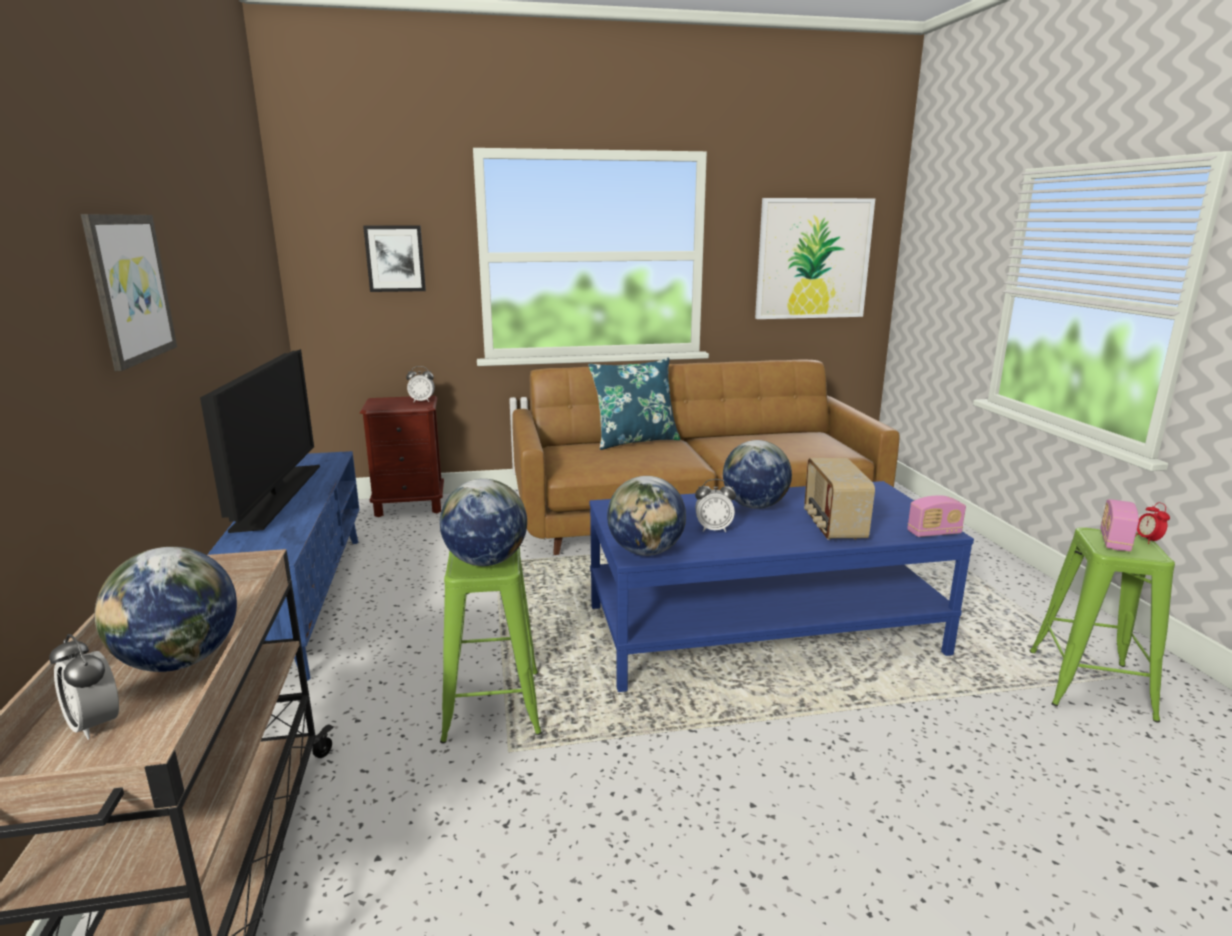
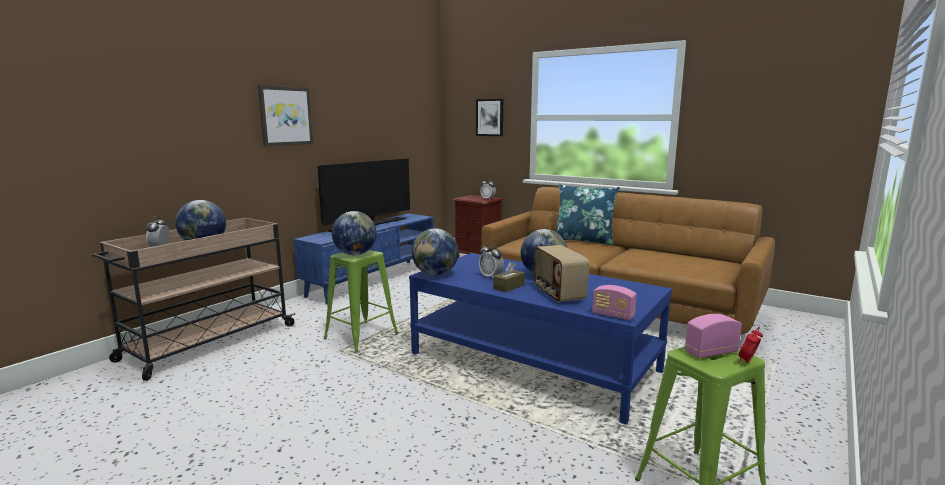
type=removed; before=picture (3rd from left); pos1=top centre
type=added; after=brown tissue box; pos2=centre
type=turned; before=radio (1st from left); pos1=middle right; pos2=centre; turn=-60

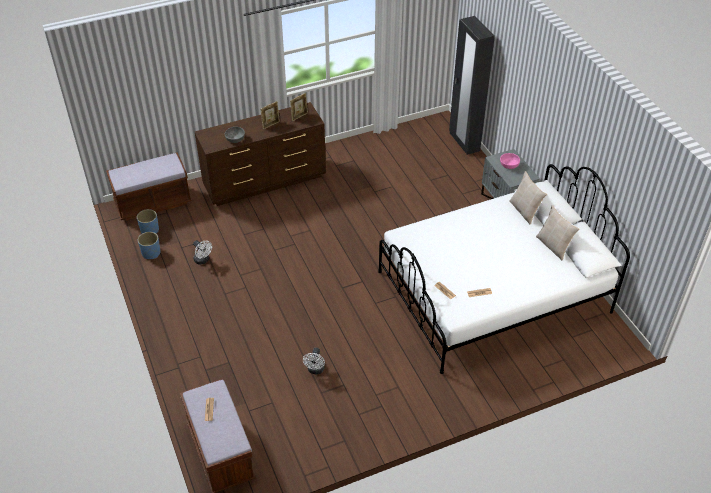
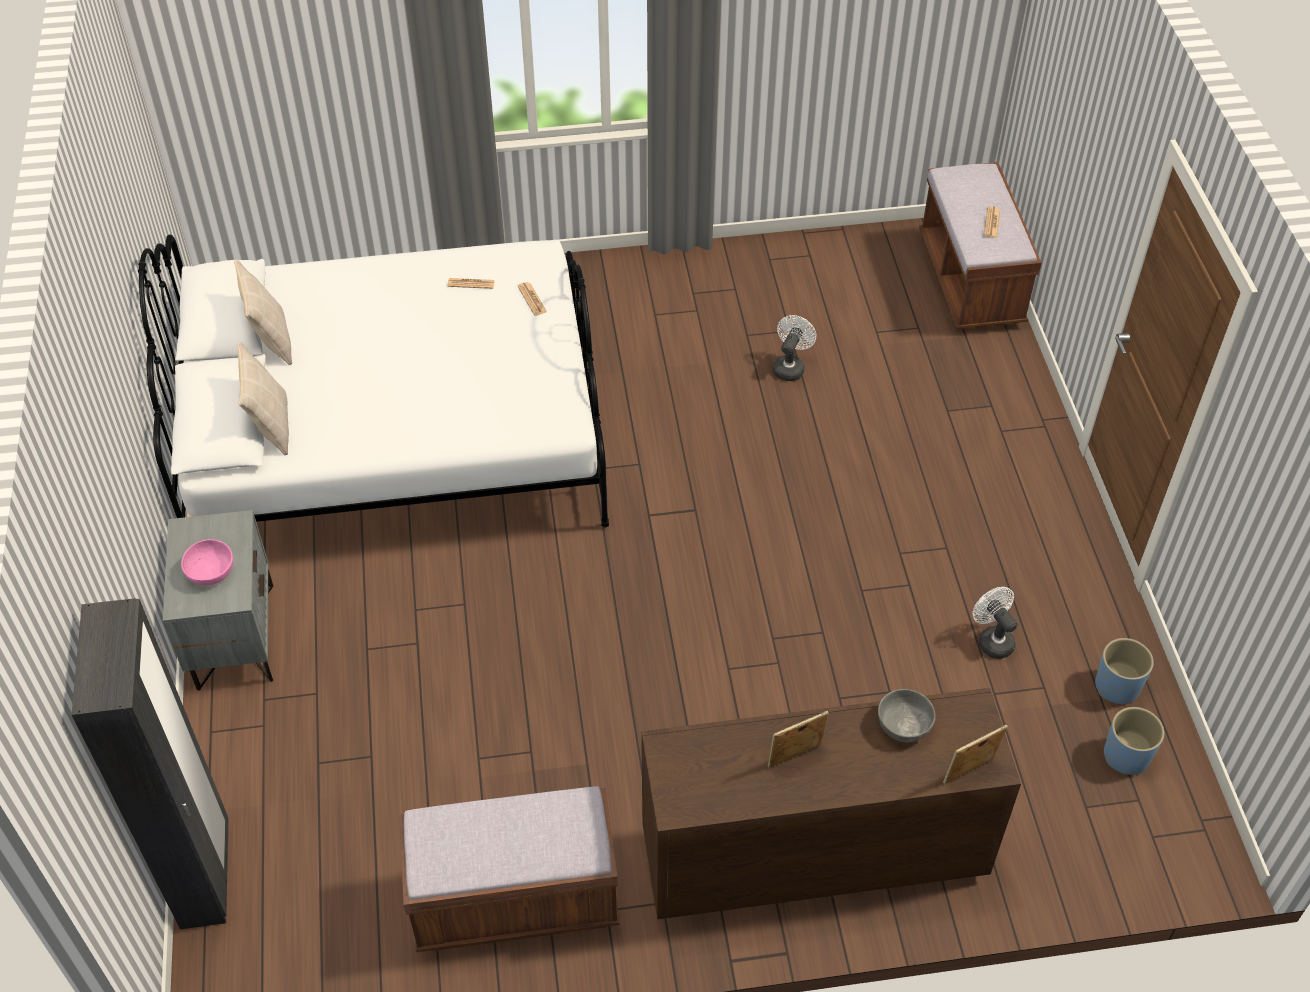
type=moved; before=brown bench (1st from left); pos1=middle left; pos2=bottom centre
type=moved; before=picture frame (2nd from left); pos1=top centre; pos2=bottom right

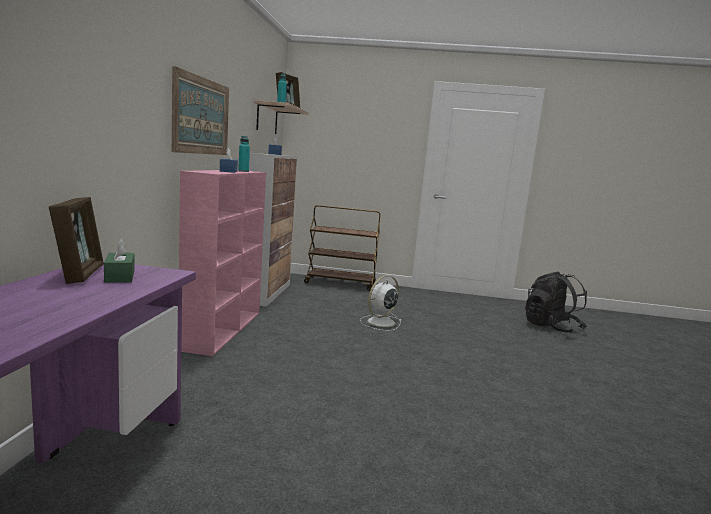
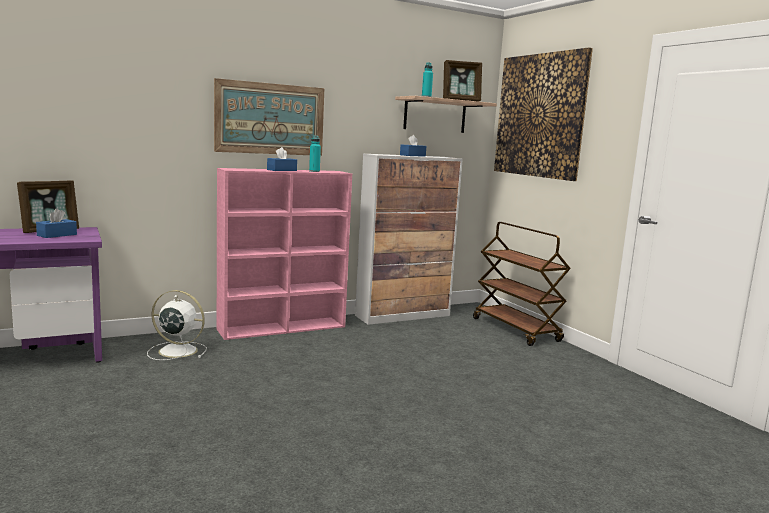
type=removed; before=black backpack; pos1=middle right
type=added; after=picture (2nd from left); pos2=top right
type=moved; before=white fan; pos1=centre; pos2=middle left
type=recoloured; before=green tissue box; after=blue tissue box (1st from left); pos1=middle left; pos2=middle left

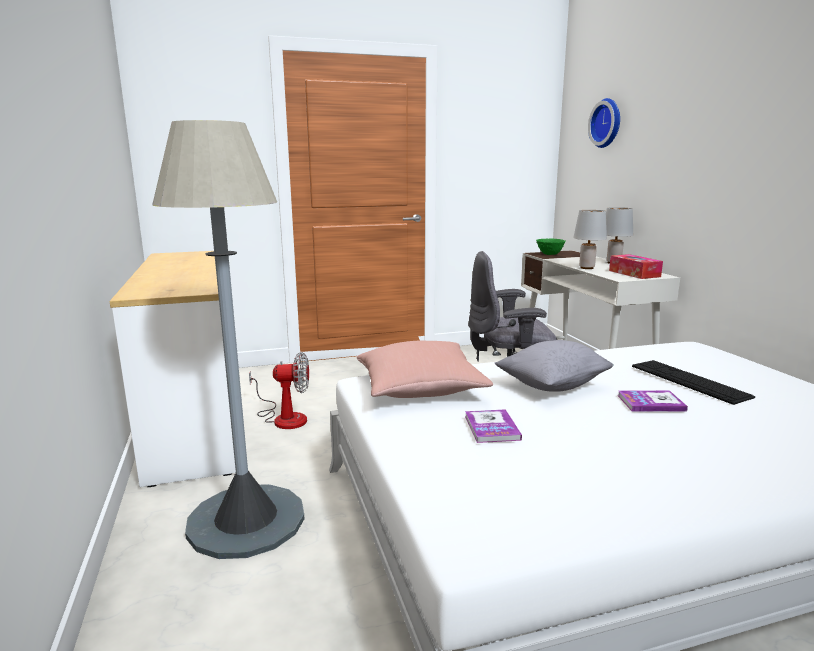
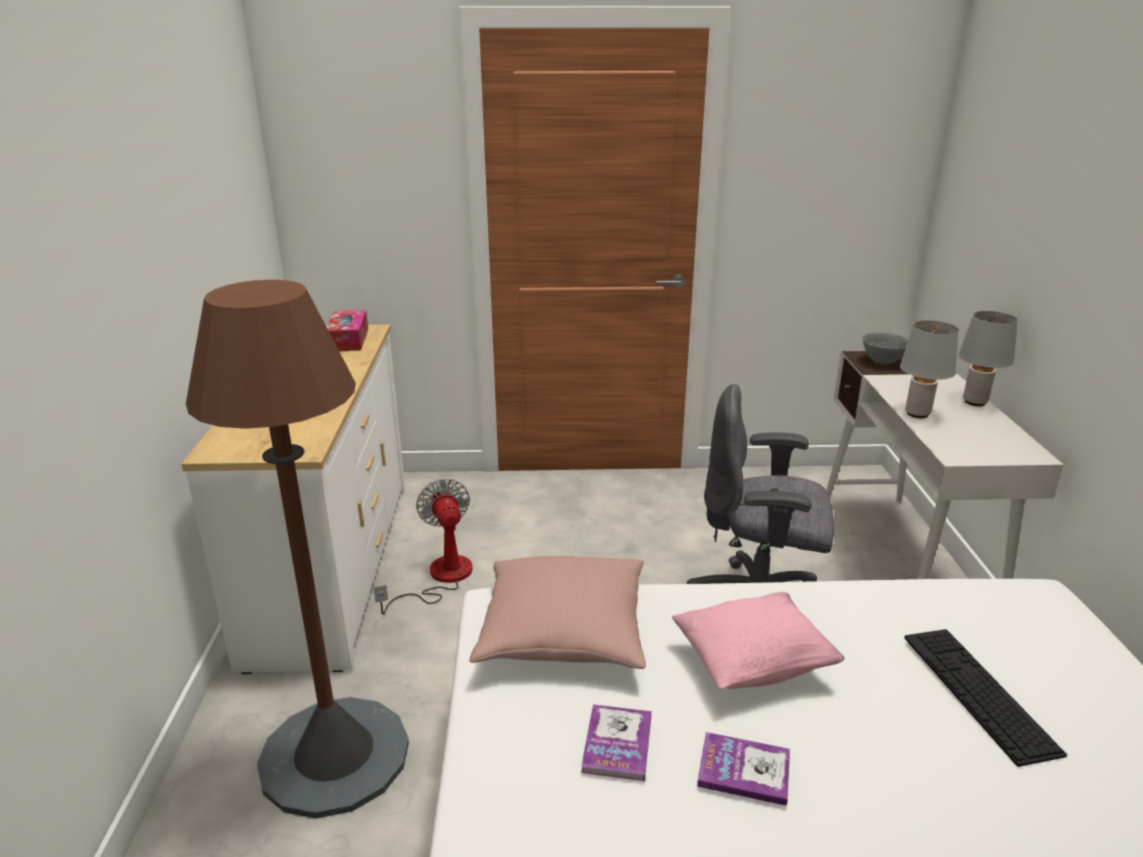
type=removed; before=wall clock; pos1=top right
type=moved; before=tissue box; pos1=middle right; pos2=middle left
type=moved; before=book (2nd from left); pos1=middle right; pos2=bottom centre
type=recoloured; before=grey floor lamp; after=brown floor lamp; pos1=middle left; pos2=middle left
type=recoloured; before=grey pillow; after=pink pillow (2nd from left); pos1=middle right; pos2=bottom centre
type=recoloured; before=green bowl; after=grey bowl; pos1=middle right; pos2=middle right
type=turned; before=fan; pos1=centre; pos2=centre; turn=-120

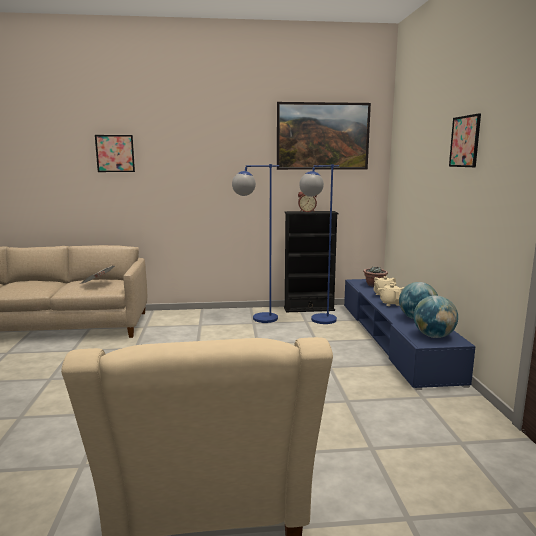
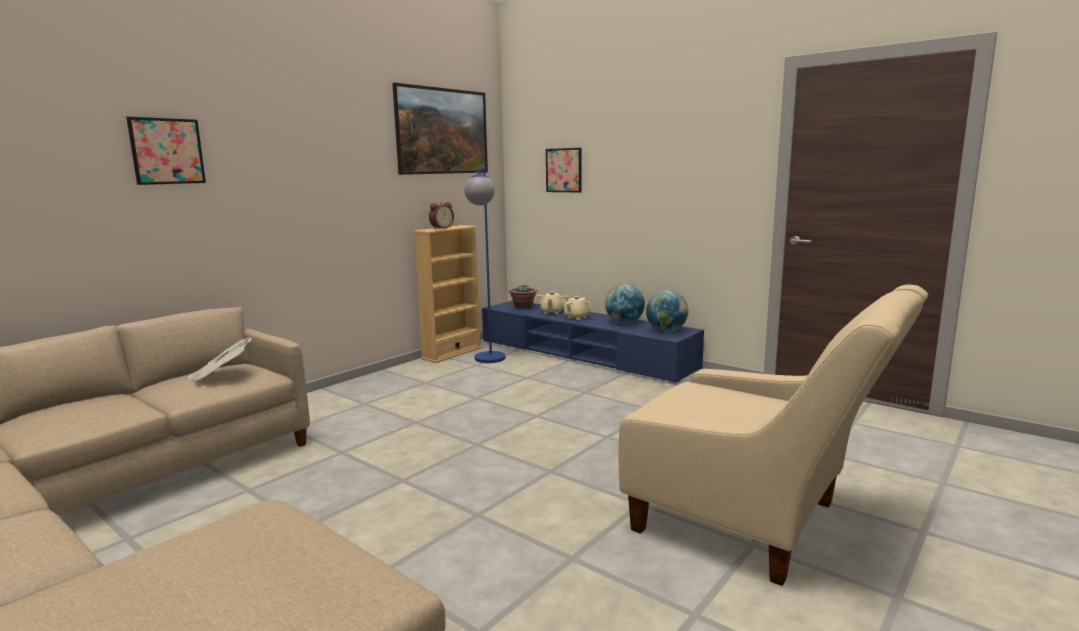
type=removed; before=blue floor lamp (1st from left); pos1=centre
type=moved; before=picture (3rd from left); pos1=top right; pos2=top centre
type=recoloured; before=black bookcase; after=beige bookcase; pos1=centre; pos2=centre

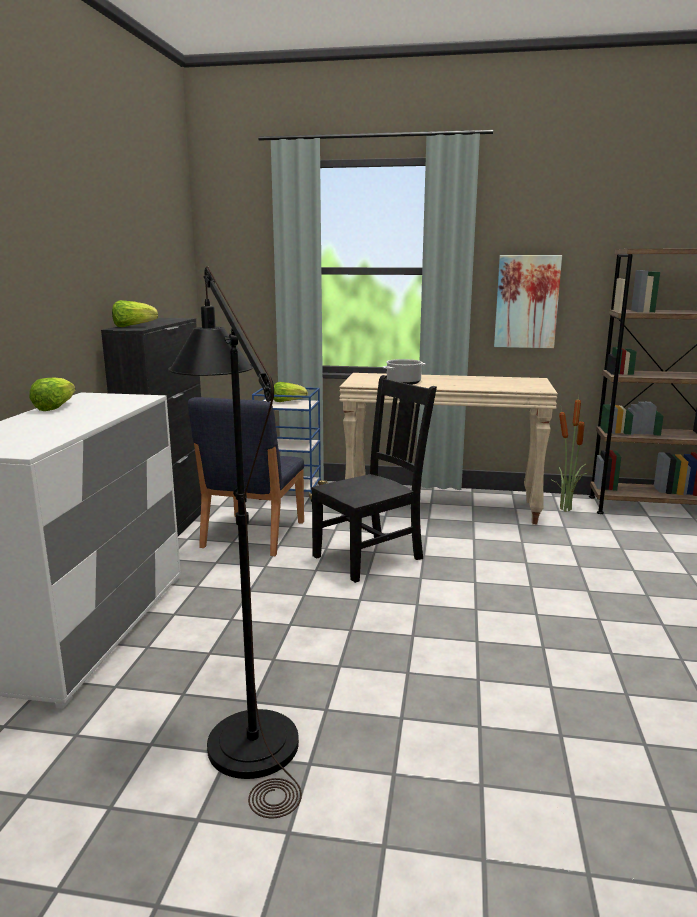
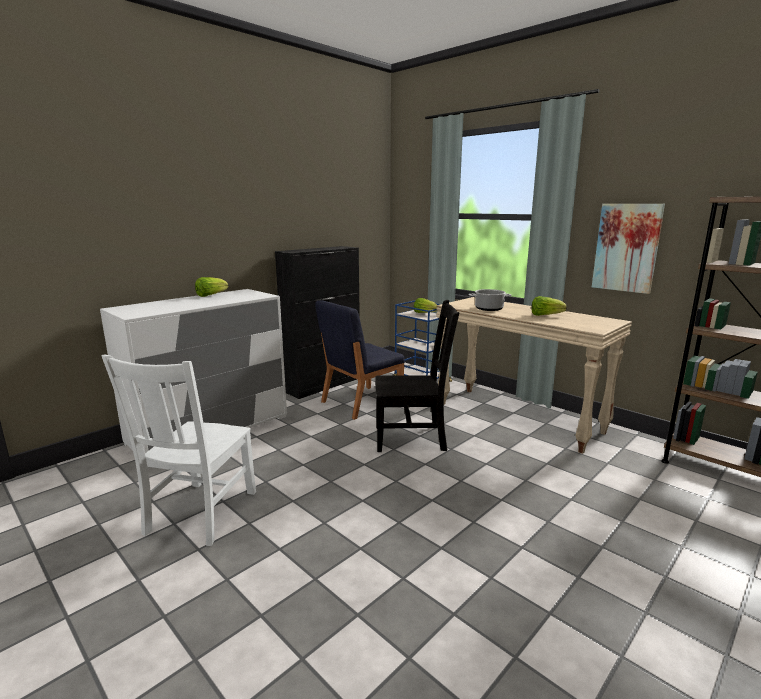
type=removed; before=potted plant; pos1=middle right
type=moved; before=lettuce (2nd from left in the first image); after=lettuce (3rd from left); pos1=middle left; pos2=middle right
type=replaced; before=black floor lamp; after=white chair; pos1=centre; pos2=middle left

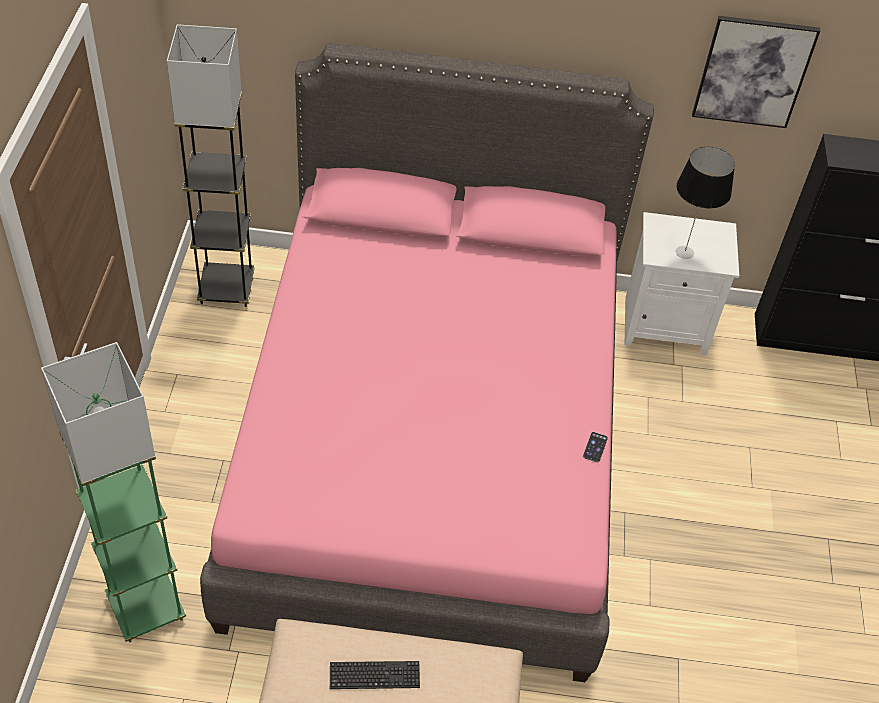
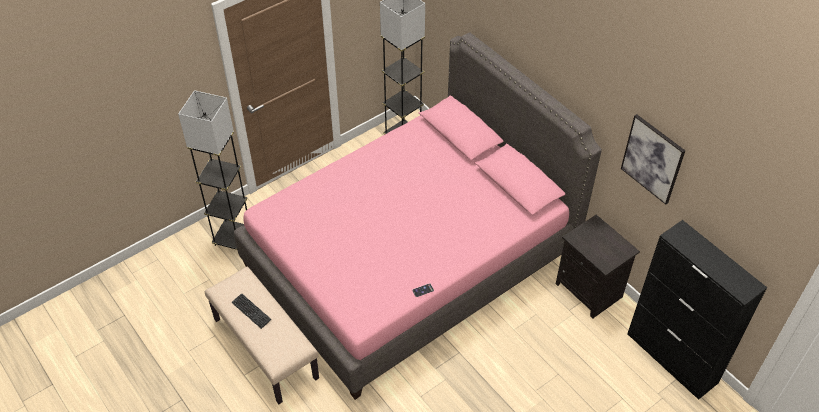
type=removed; before=table lamp; pos1=top right
type=recoloured; before=green floor lamp; after=grey floor lamp (1st from left); pos1=bottom left; pos2=middle left
type=recoloured; before=white nightstand; after=black nightstand; pos1=middle right; pos2=middle right

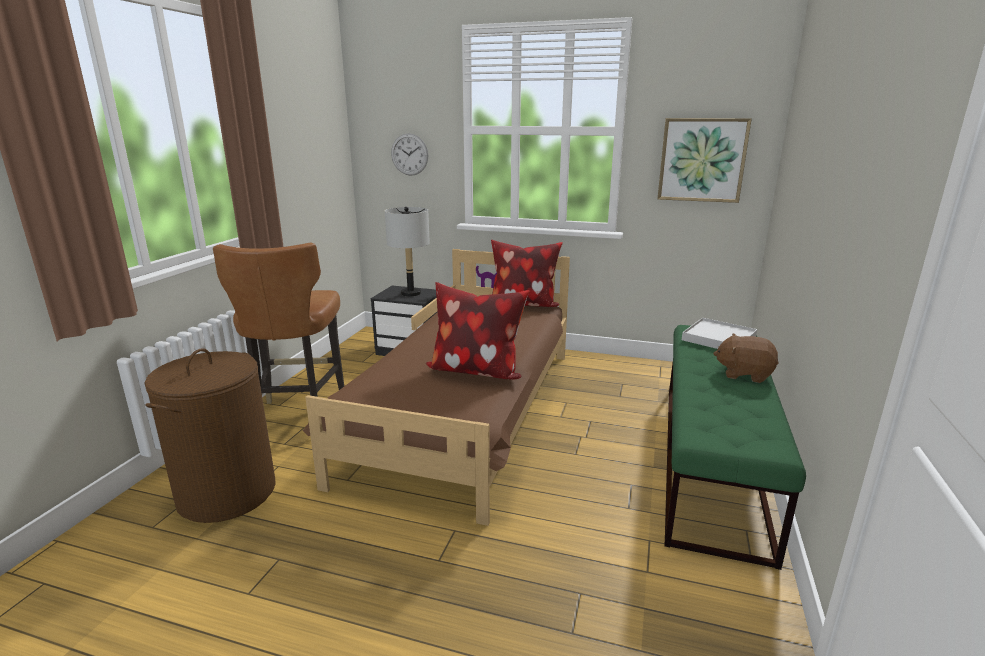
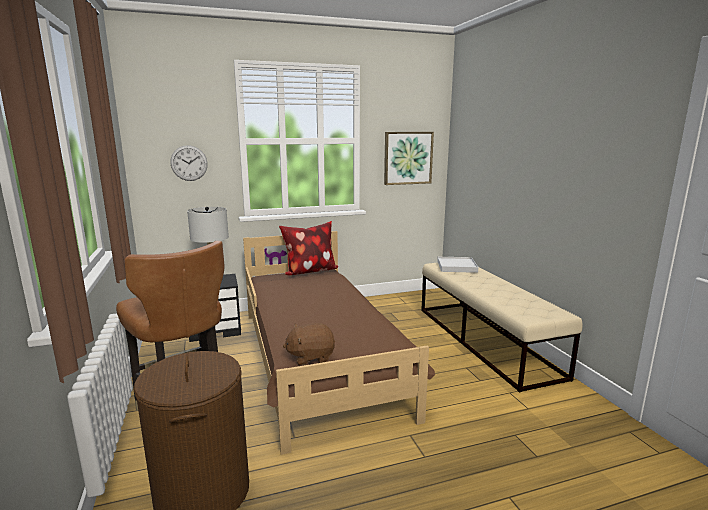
type=removed; before=pillow (1st from left); pos1=centre
type=moved; before=brown plush toy; pos1=middle right; pos2=bottom centre
type=recoloured; before=green bench; after=beige bench; pos1=bottom right; pos2=middle right

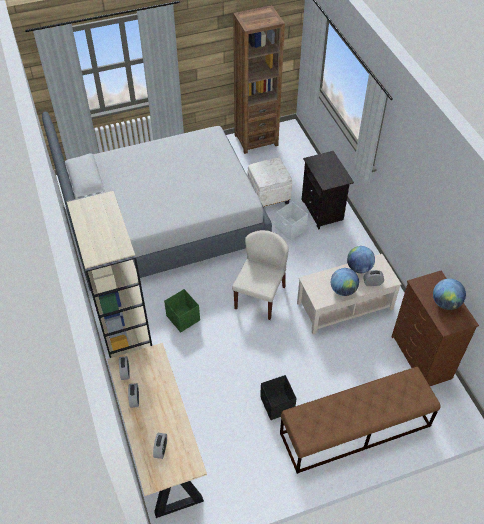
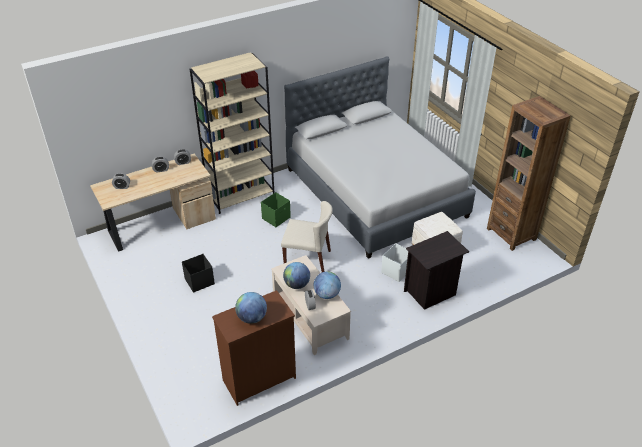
type=removed; before=brown bench; pos1=bottom right

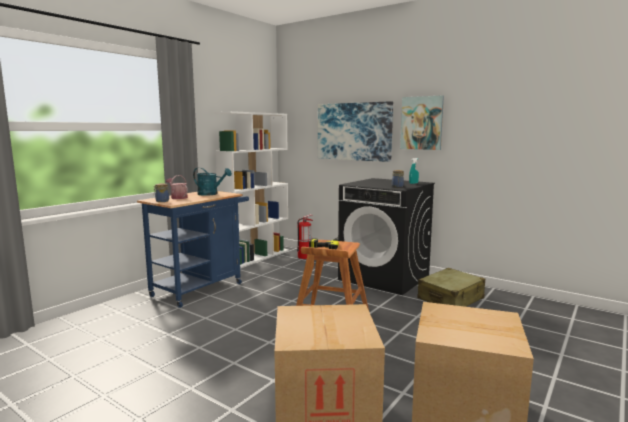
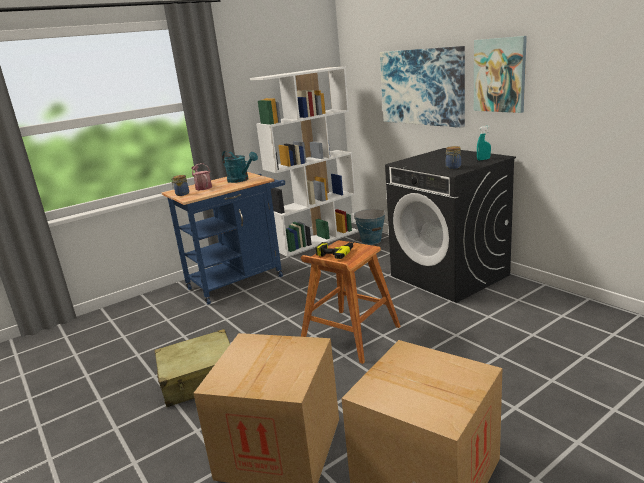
type=moved; before=beige suitcase; pos1=bottom right; pos2=bottom left
type=replaced; before=fire extinguisher; after=bucket; pos1=centre; pos2=centre

